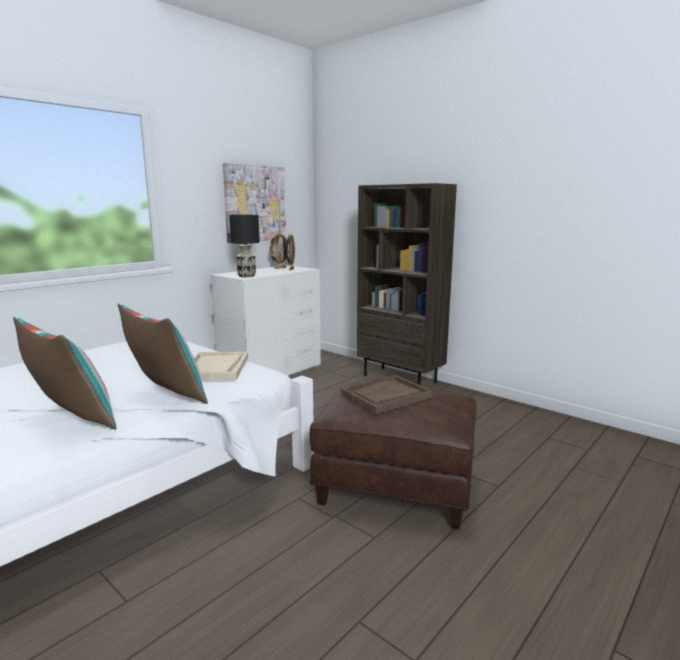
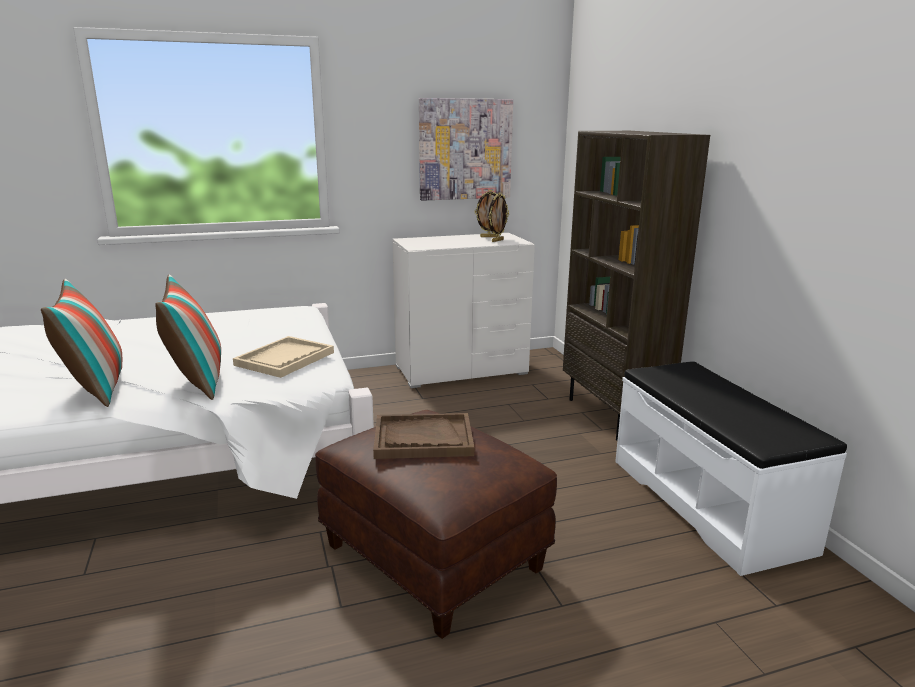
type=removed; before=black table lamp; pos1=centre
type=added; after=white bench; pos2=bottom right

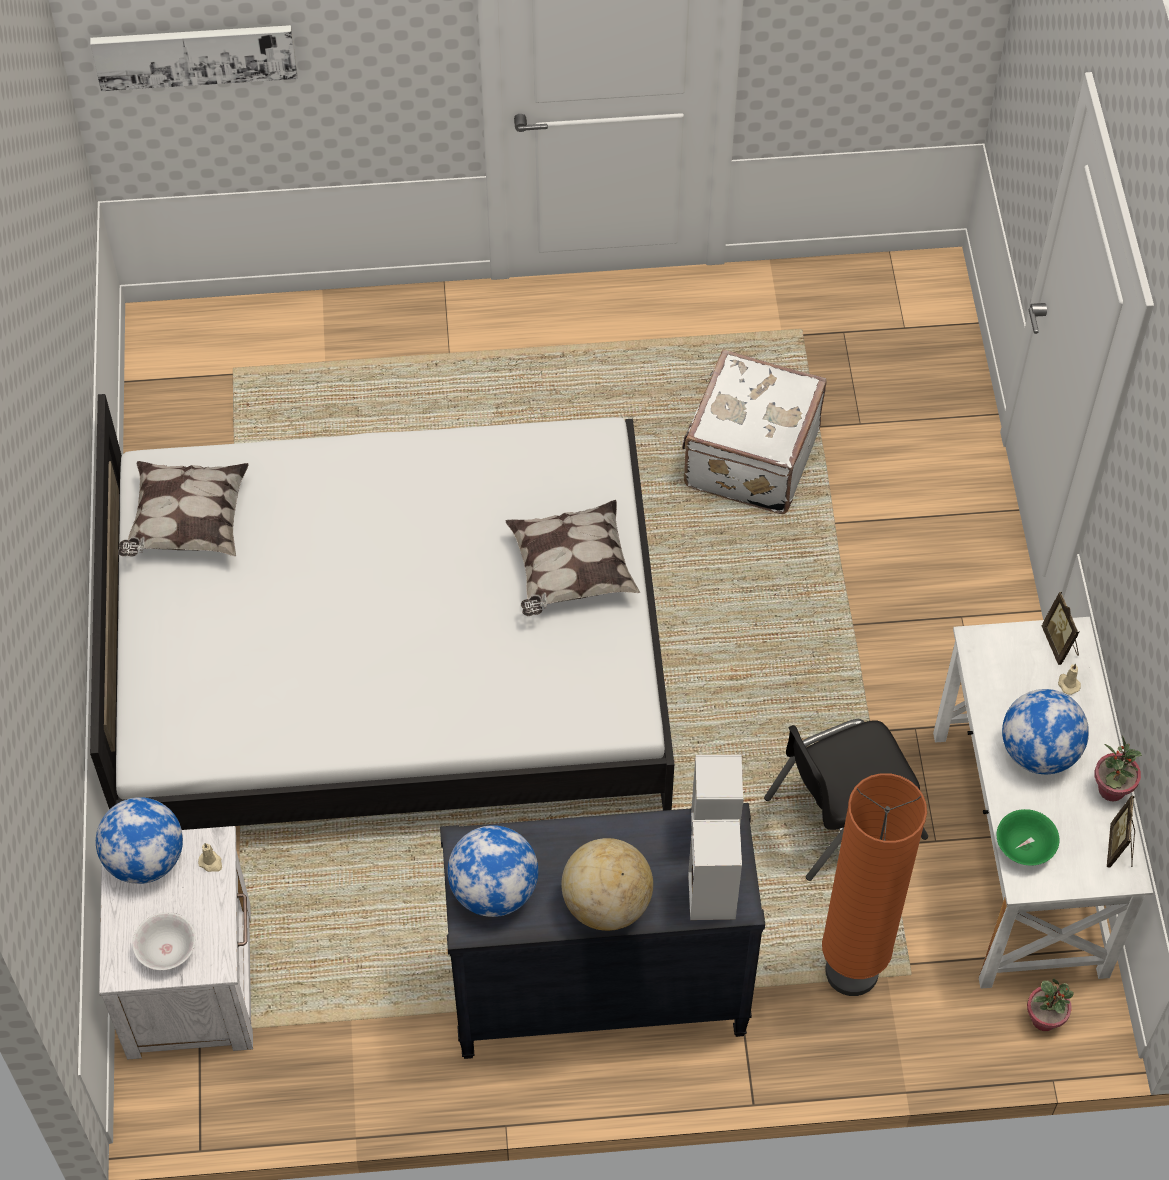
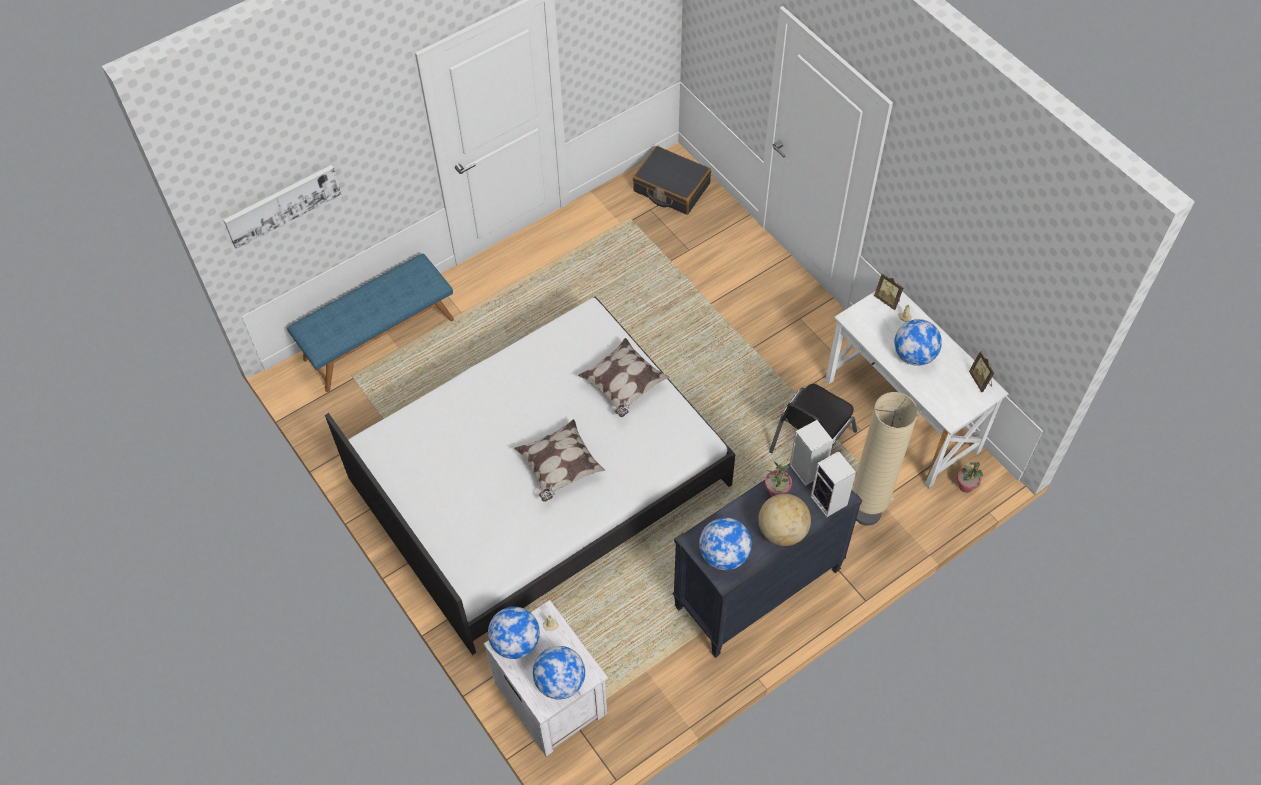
type=removed; before=white suitcase; pos1=centre
type=removed; before=green bowl; pos1=bottom right
type=added; after=blue bench; pos2=middle left
type=added; after=black suitcase; pos2=top centre
type=moved; before=pillow (1st from left); pos1=middle left; pos2=centre
type=moved; before=potted plant (2nd from left in the first image); after=potted plant (1st from left); pos1=middle right; pos2=centre
type=replaced; before=white bowl; after=globe (2nd from left); pos1=bottom left; pos2=bottom centre
type=recoloured; before=orange floor lamp; after=beige floor lamp; pos1=bottom right; pos2=middle right

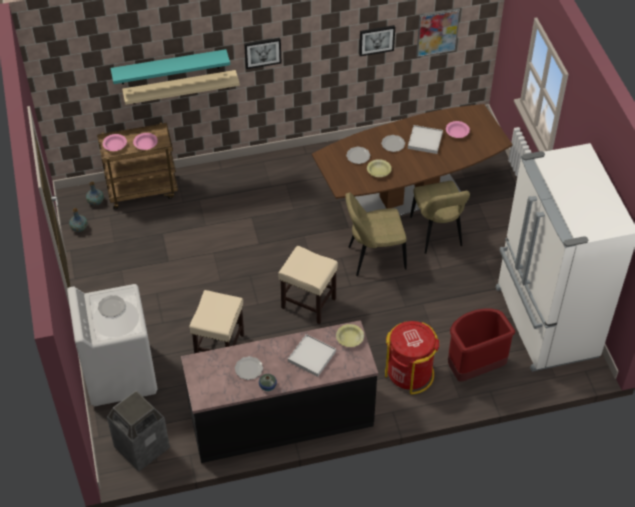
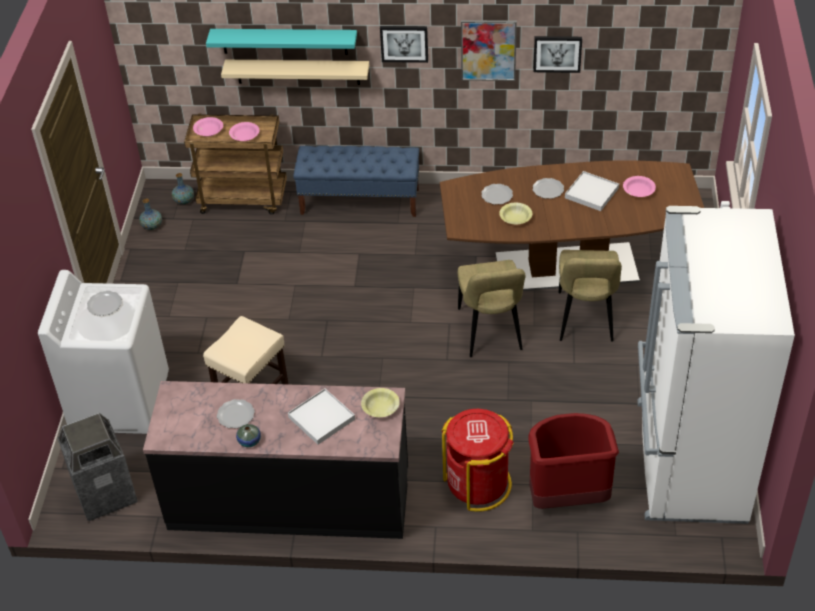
type=removed; before=beige stool (2nd from left); pos1=centre
type=added; after=blue bench; pos2=top centre
type=moved; before=picture (3rd from left in the first image); after=picture (2nd from left); pos1=top right; pos2=top centre
type=turned; before=beige chair (1st from left); pos1=centre; pos2=centre; turn=-105

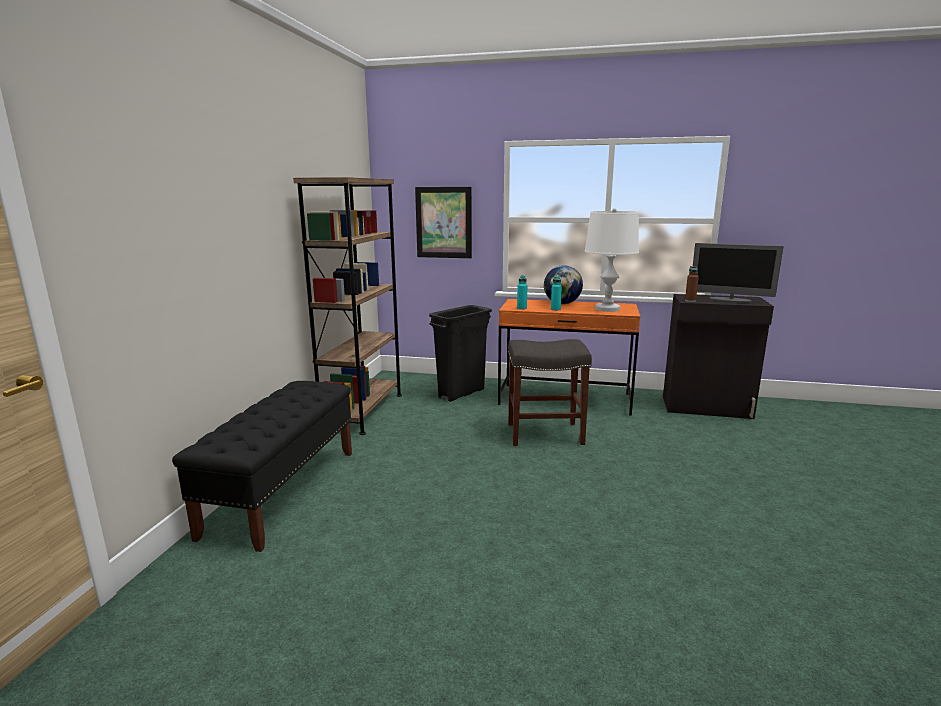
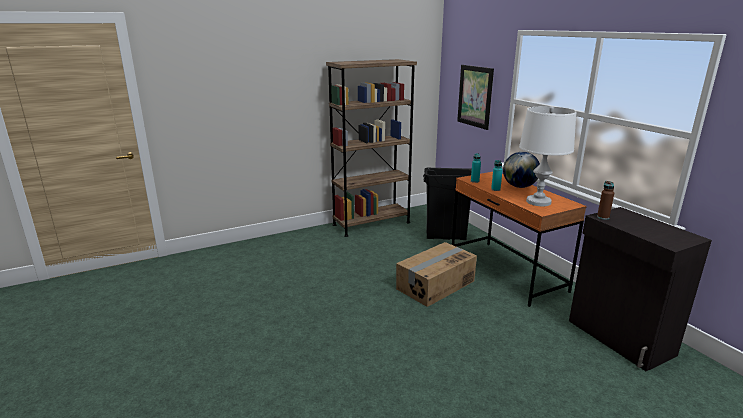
type=removed; before=black bench; pos1=middle left
type=removed; before=monitor; pos1=middle right
type=replaced; before=grey stool; after=cardboard box; pos1=centre; pos2=centre

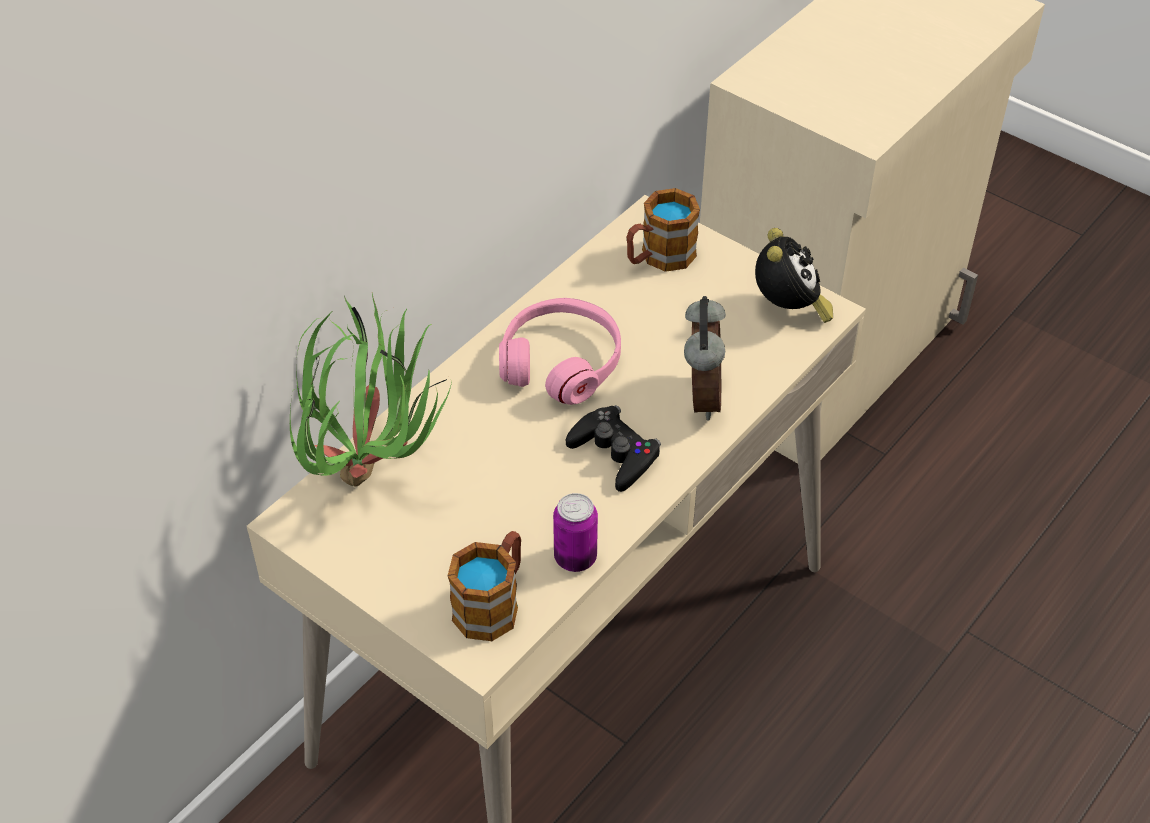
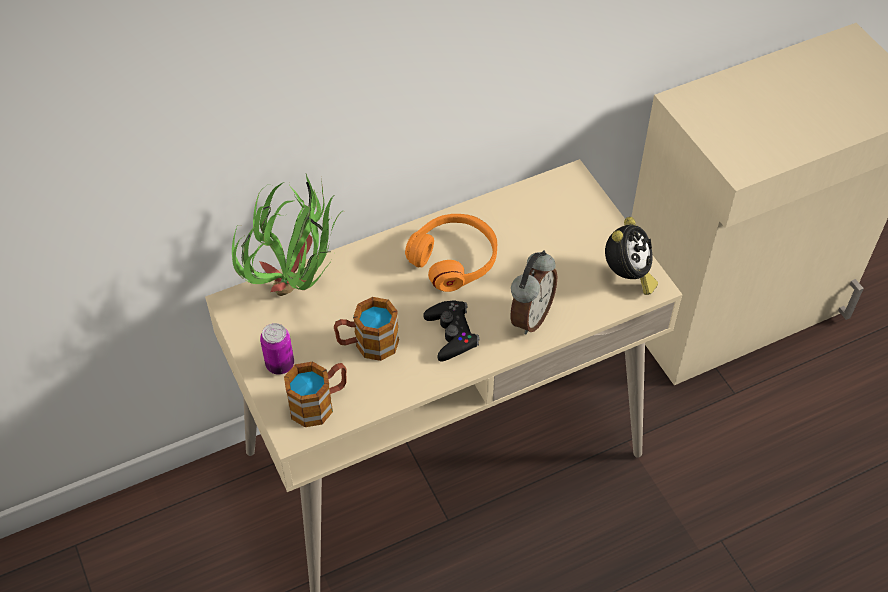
type=moved; before=can; pos1=centre; pos2=middle left
type=moved; before=mug (2nd from left); pos1=top centre; pos2=centre
type=recoloured; before=pink headphones; after=orange headphones; pos1=centre; pos2=centre

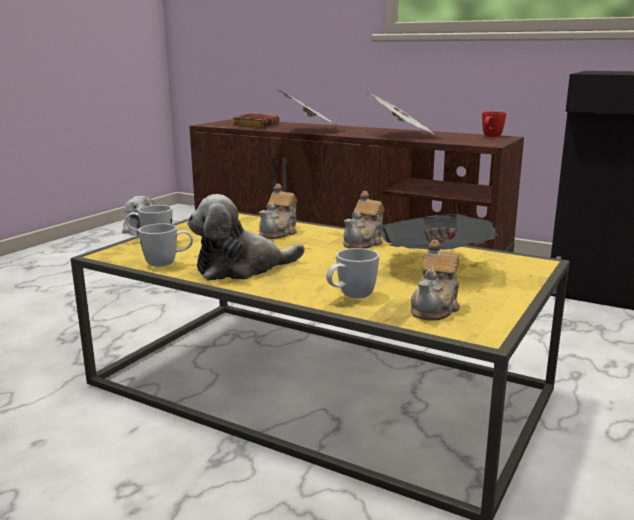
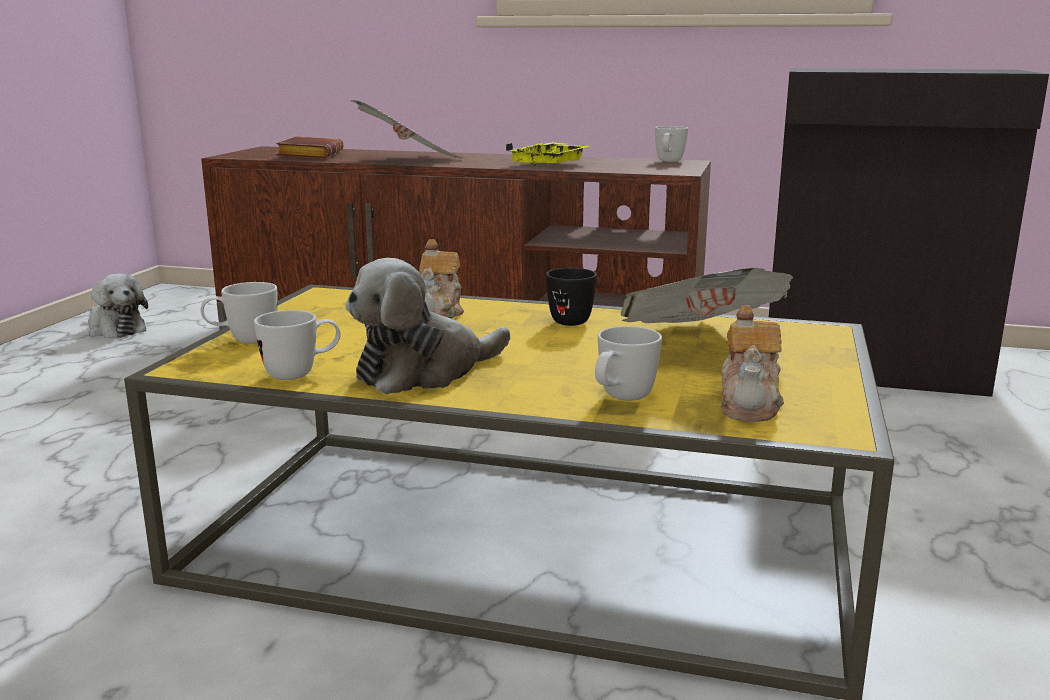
type=replaced; before=teapot (2nd from left); after=black mug; pos1=centre; pos2=centre
type=replaced; before=newspaper (2nd from left); after=yellow tray; pos1=top centre; pos2=top centre
type=recoloured; before=red mug; after=white mug (4th from left); pos1=top right; pos2=top centre

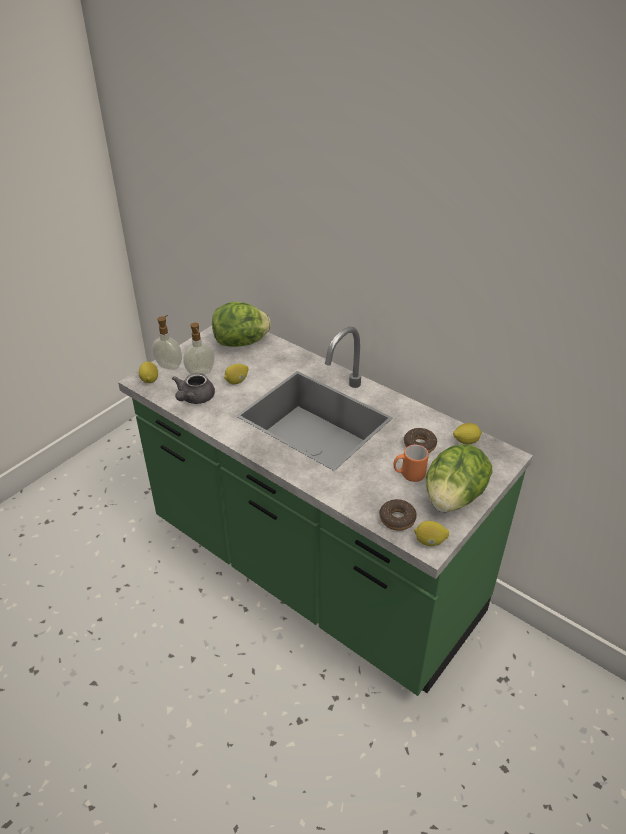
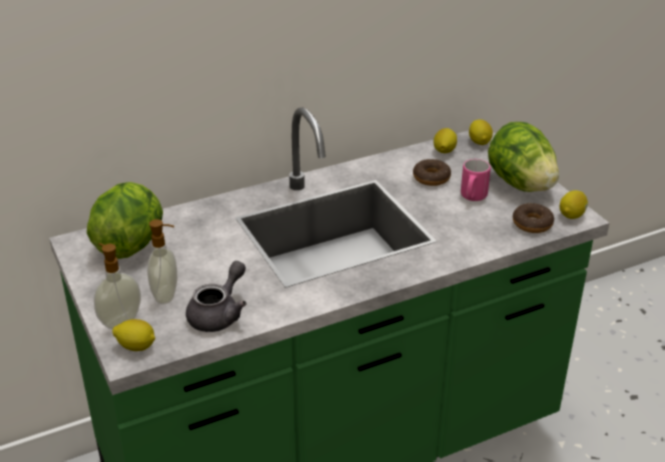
type=moved; before=lemon (2nd from left in the first image); after=lemon (3rd from left); pos1=centre; pos2=top right
type=recoloured; before=orange mug; after=pink mug; pos1=centre; pos2=middle right
type=turned; before=grey teapot; pos1=middle left; pos2=middle left; turn=-105

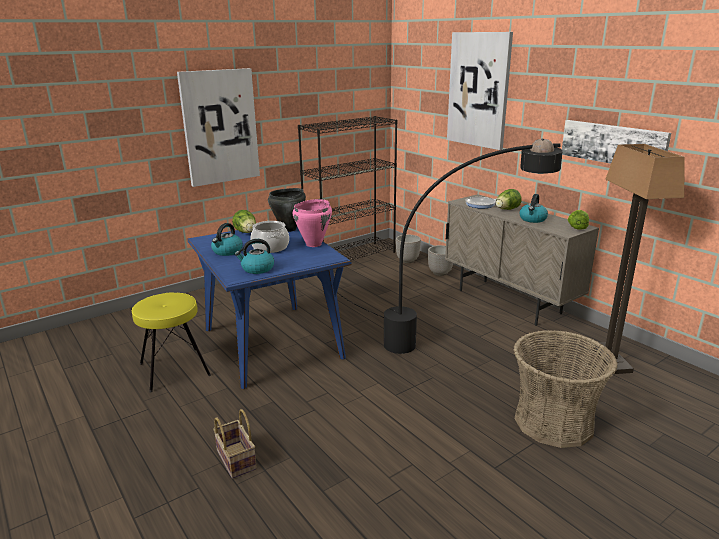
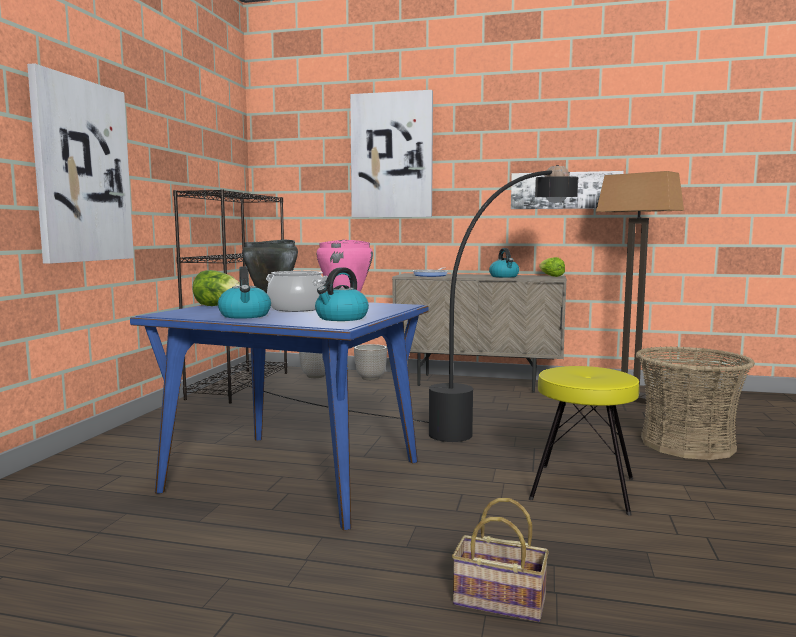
type=removed; before=lettuce (2nd from left); pos1=middle right
type=moved; before=yellow stool; pos1=middle left; pos2=bottom right

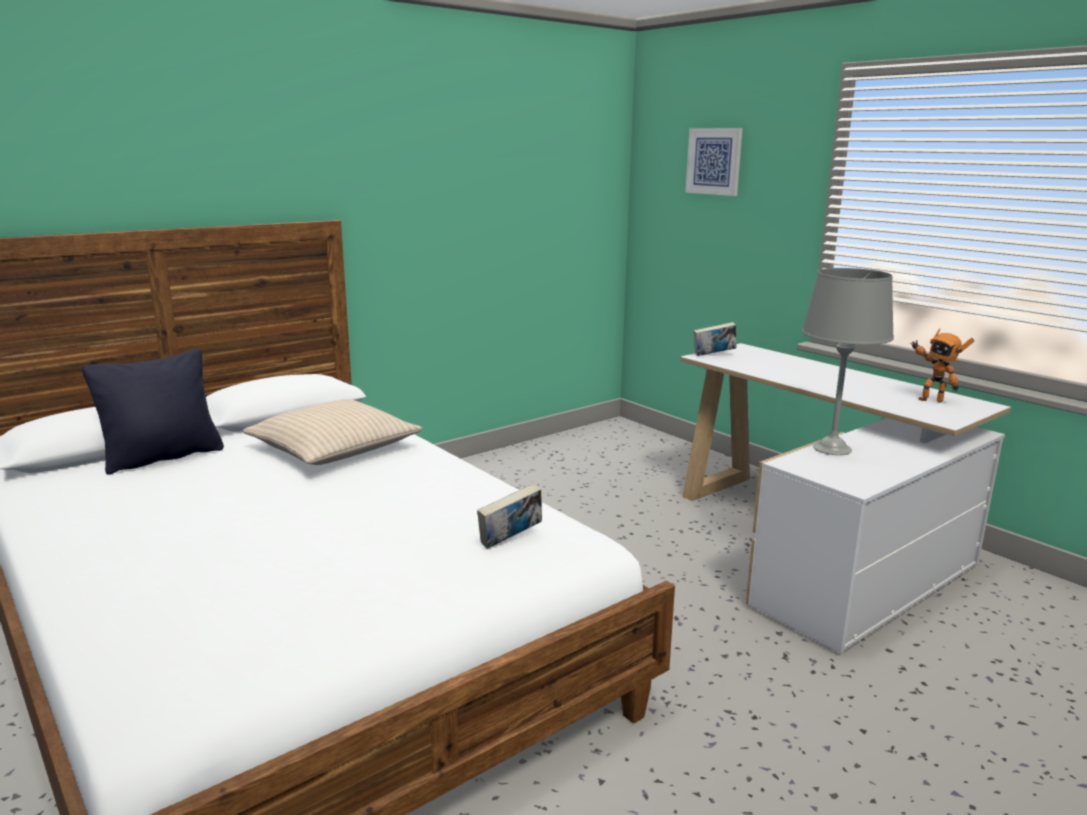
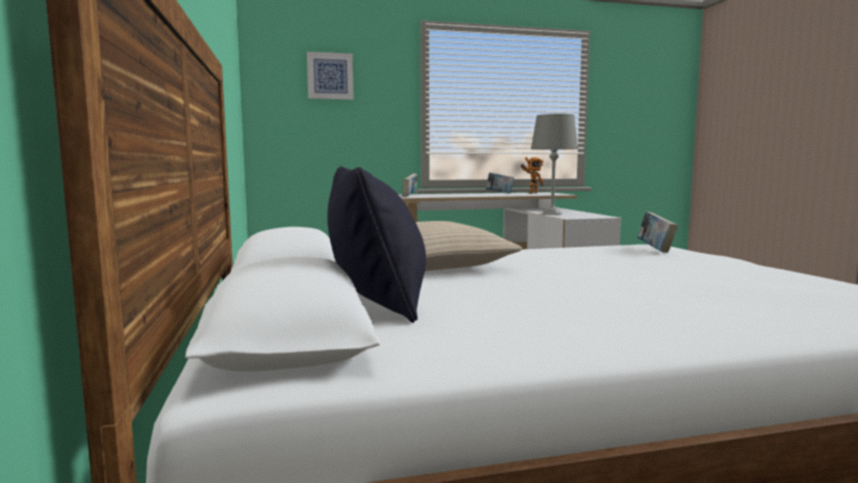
type=added; after=book (2nd from left); pos2=centre

